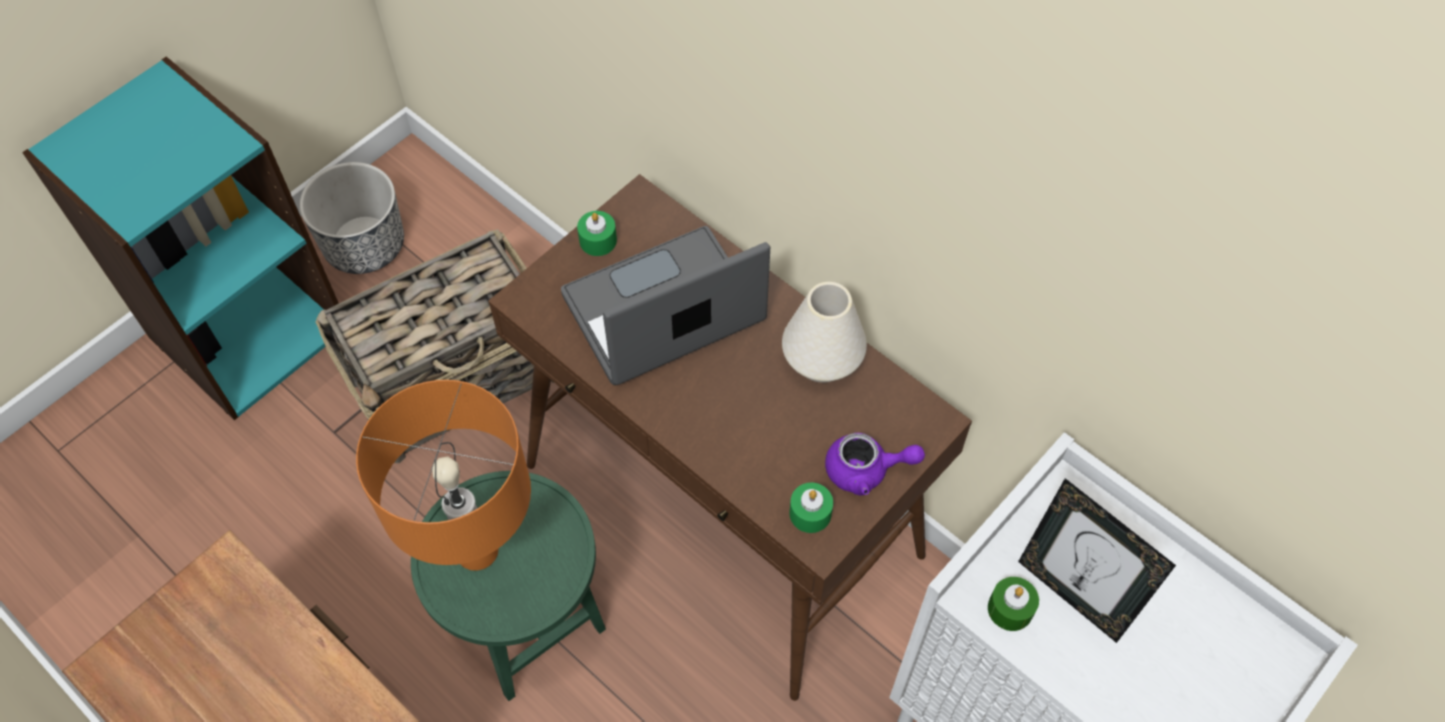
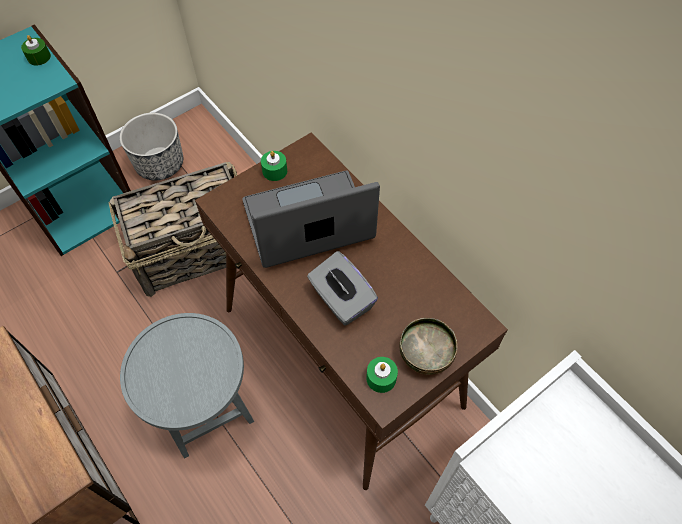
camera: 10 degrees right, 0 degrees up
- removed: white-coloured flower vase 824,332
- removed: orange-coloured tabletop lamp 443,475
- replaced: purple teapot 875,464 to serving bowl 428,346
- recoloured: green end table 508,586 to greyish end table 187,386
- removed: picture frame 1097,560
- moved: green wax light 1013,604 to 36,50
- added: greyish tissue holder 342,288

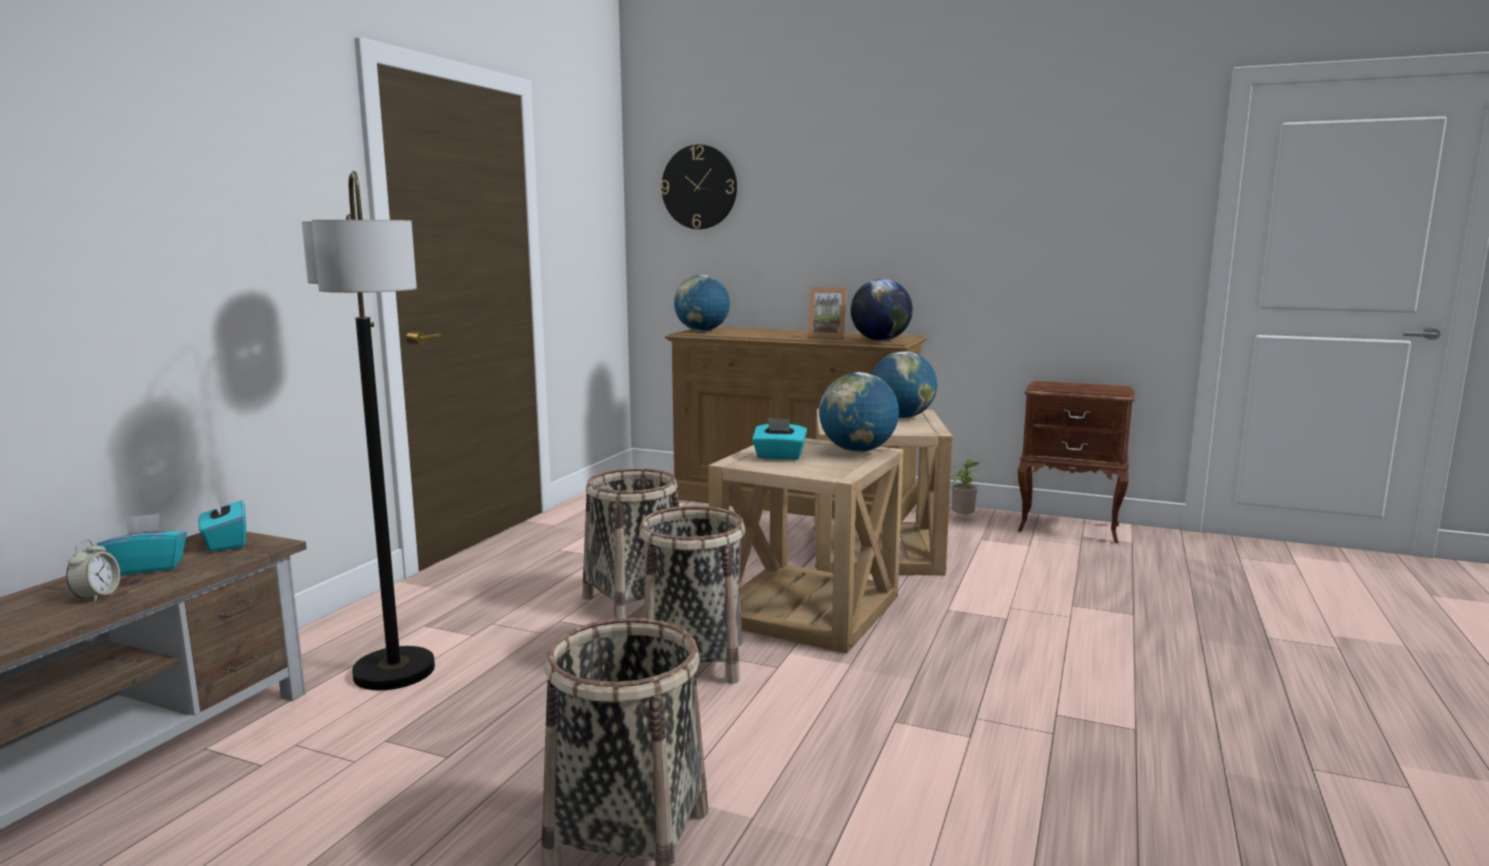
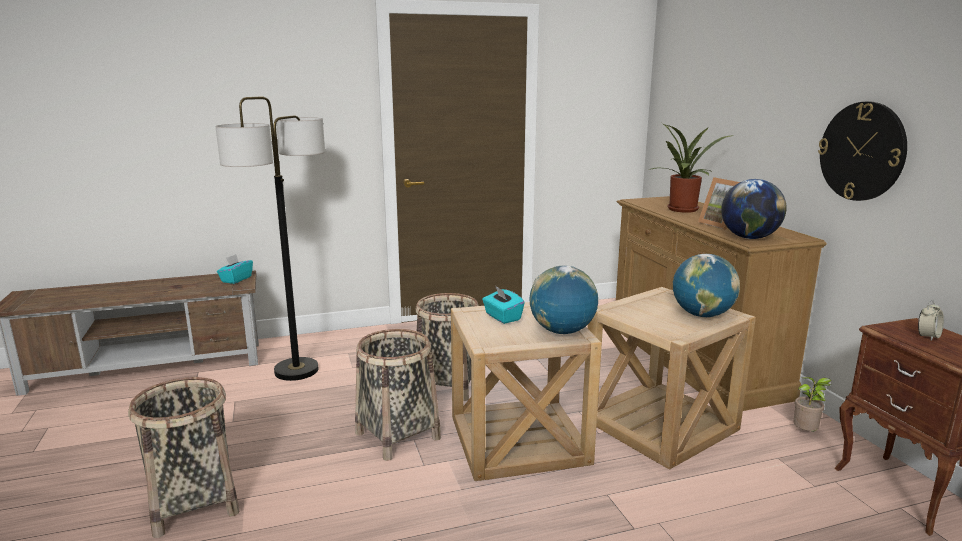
camera: 50 degrees right, 5 degrees up
- moved: wall clock 699,186 to 862,151
- removed: desk globe 702,303
- removed: turquoise tissue holder 142,544
- moved: table clock 93,571 to 931,320
- added: houseplant 691,168

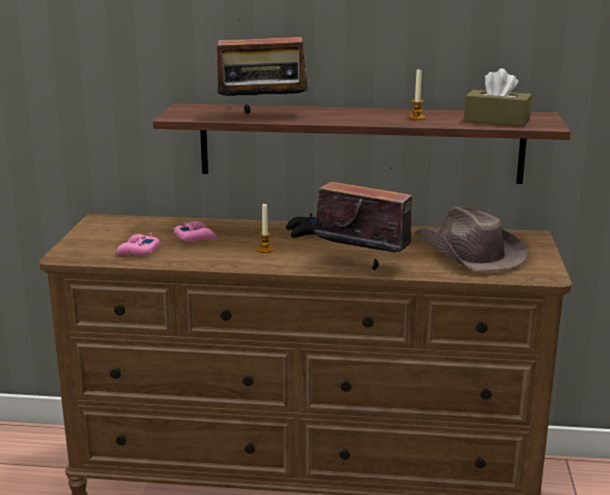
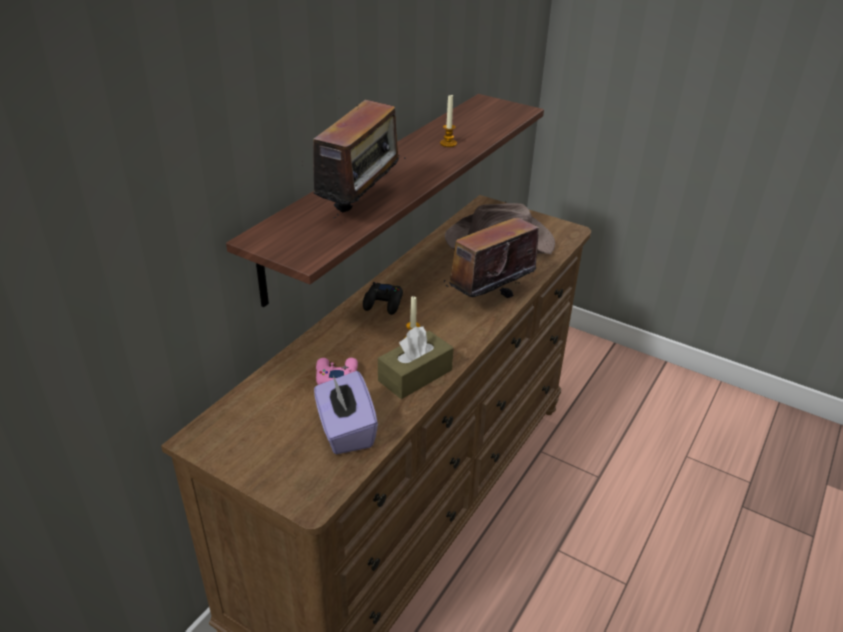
camera: 65 degrees left, 15 degrees up
- moved: brown-coloured tissue holder 498,97 to 416,363
- replaced: pinkish gamepad 138,244 to purple tissue holder 346,412

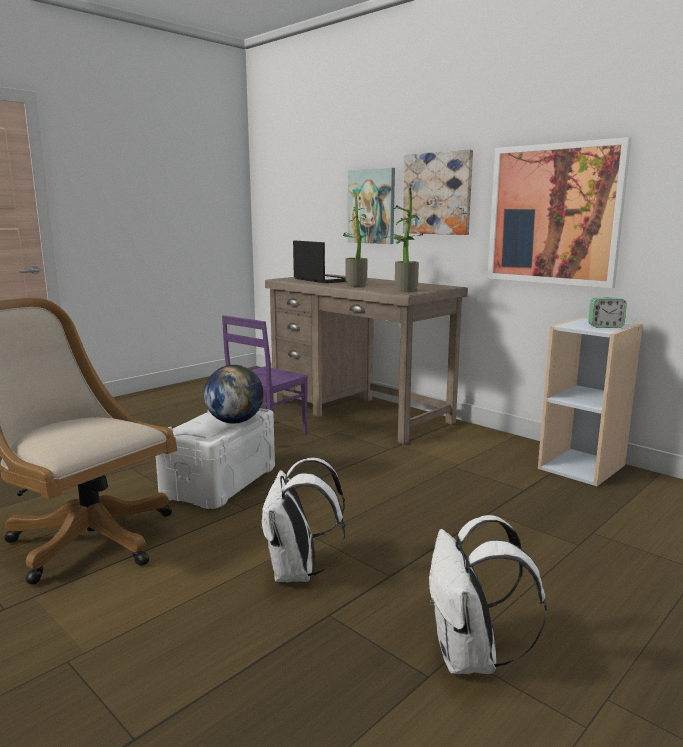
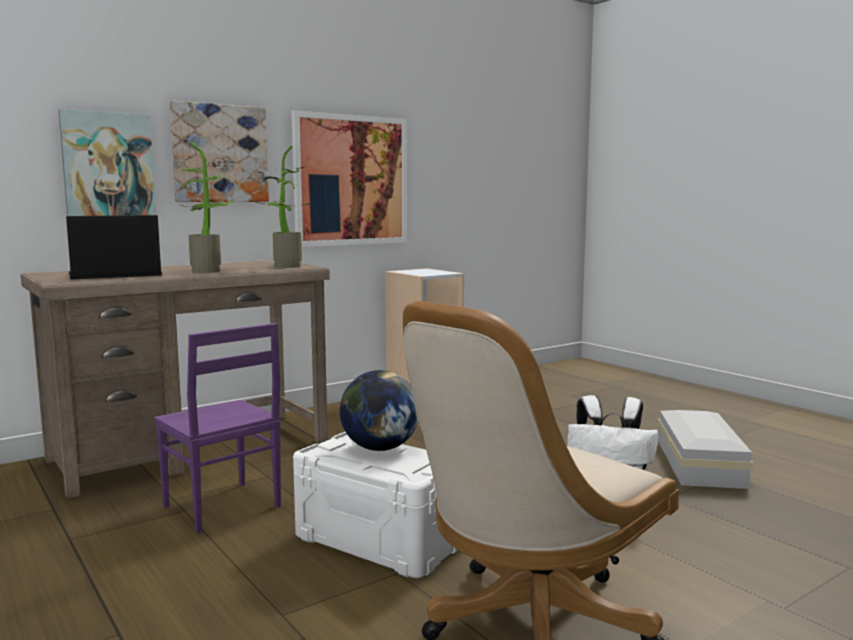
camera: 80 degrees left, 5 degrees down
- removed: table clock 607,312
- replaced: white-coloured knapsack 488,594 to white-coloured storage container 705,449

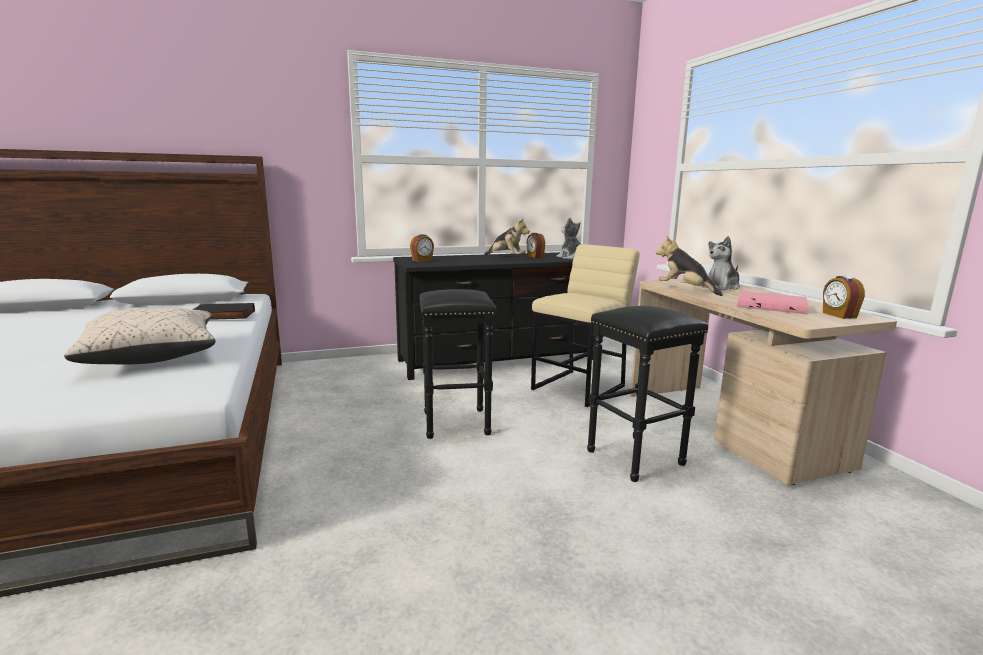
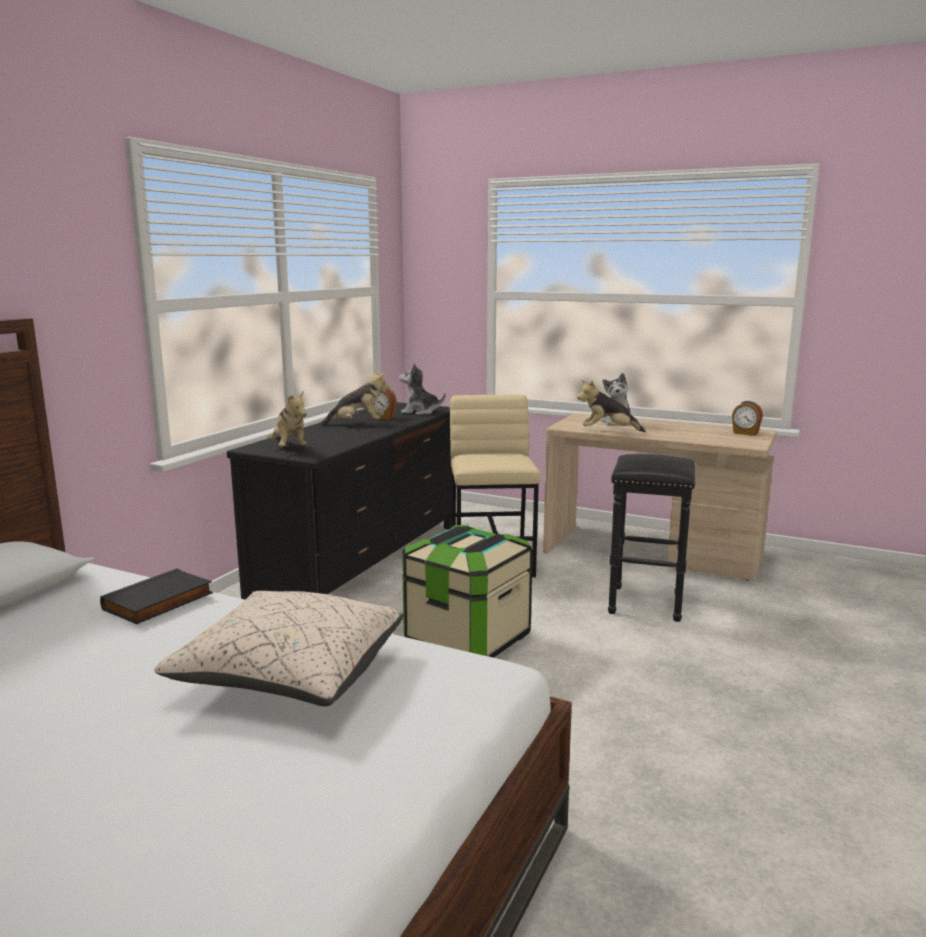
camera: 45 degrees left, 0 degrees up
- replaced: table clock 422,248 to soft toy 287,419
- replaced: black-coloured stool 458,364 to storage container 467,591
- removed: pinkish bound book 773,302

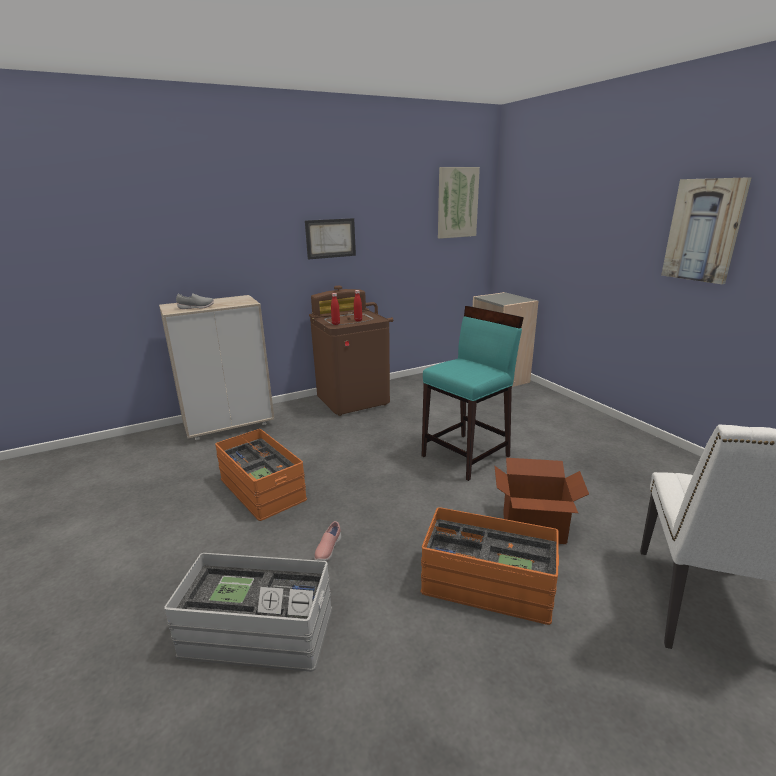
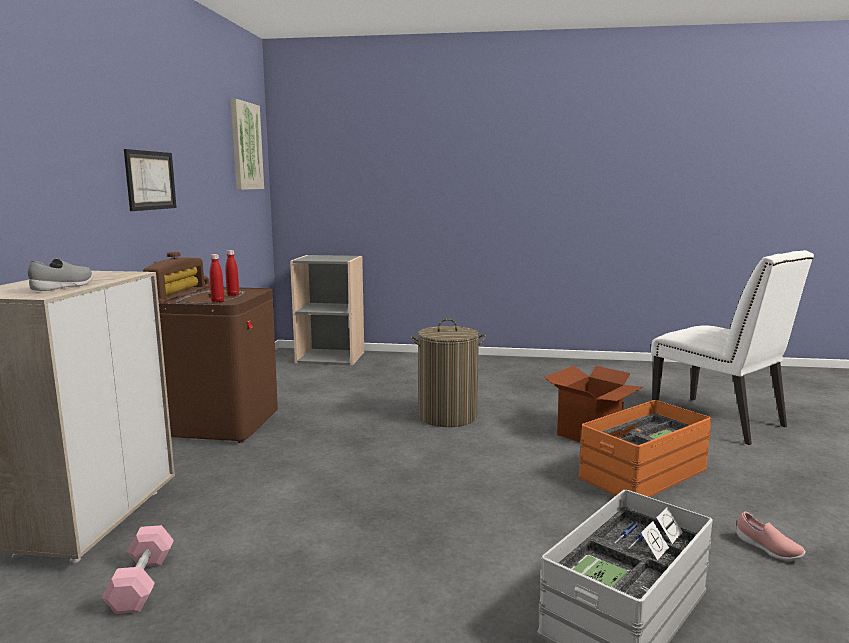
camera: 55 degrees left, 10 degrees down
- removed: wall art 706,230
- replaced: turquoise stool 473,393 to laundry basket 448,373
- removed: orange-coloured storage container 261,475
- moved: pinkish item of footwear 328,541 to 771,536
- added: pinkish free weight 137,569

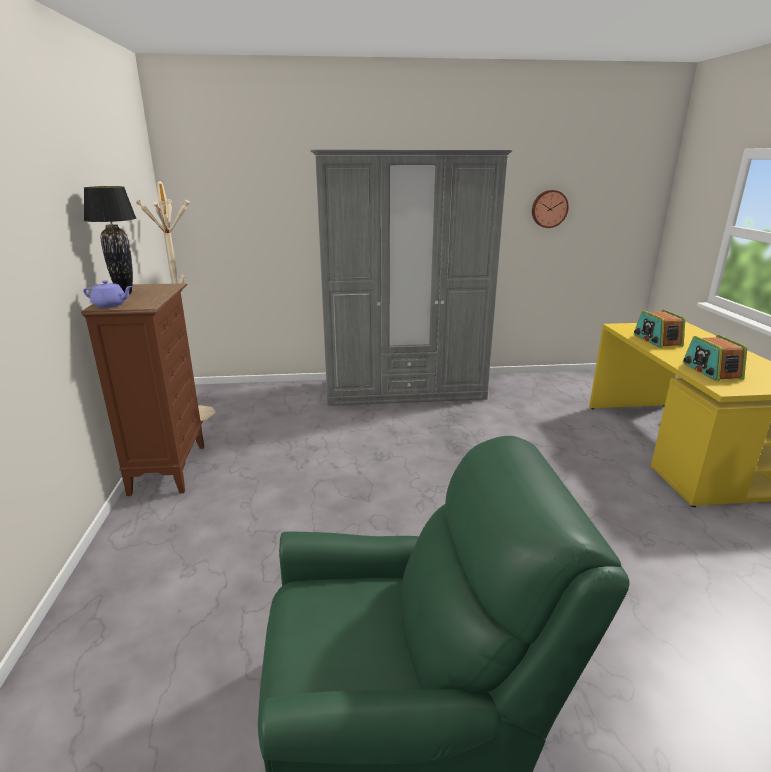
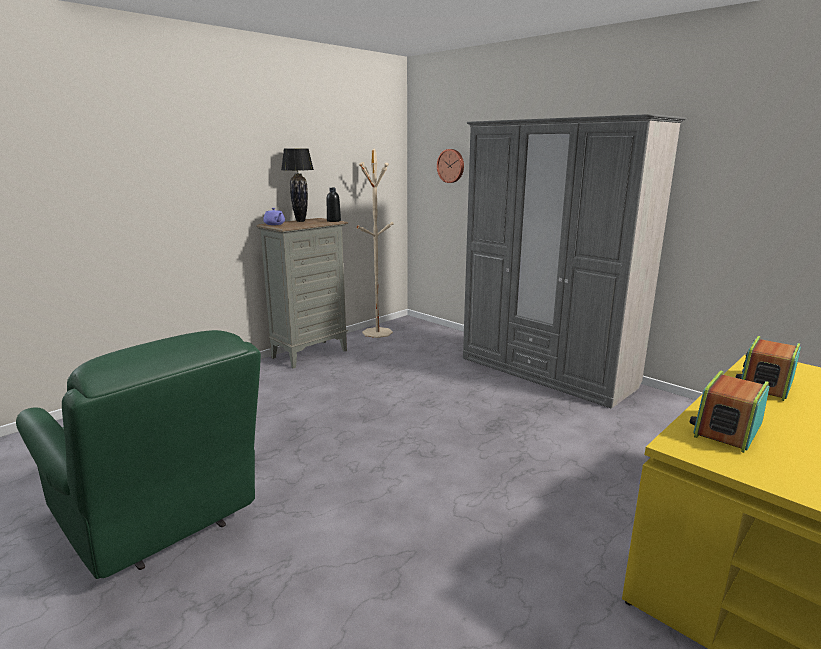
camera: 50 degrees right, 5 degrees down
- moved: wall clock 550,209 to 450,166
- recoloured: brown-coloured chest of drawers 142,389 to greyish chest of drawers 302,293
- added: black-coloured beverage bottle 334,205

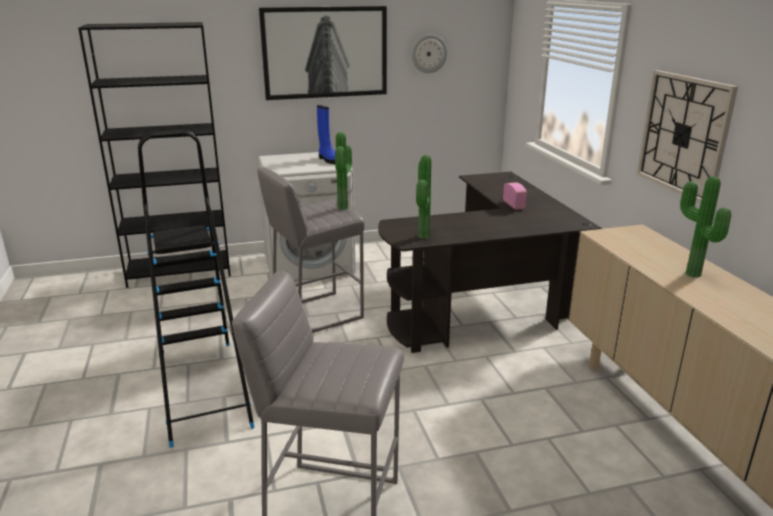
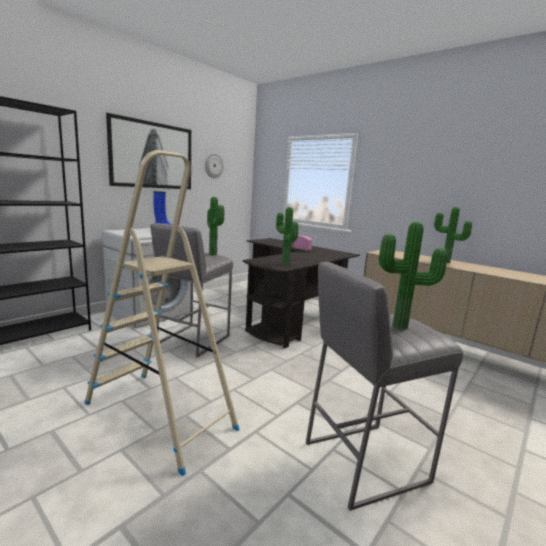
camera: 35 degrees left, 10 degrees down
- removed: wall clock 687,136
- recoloured: black-coloured step stool 196,288 to beige-coloured step stool 162,313
- added: houseplant 413,276

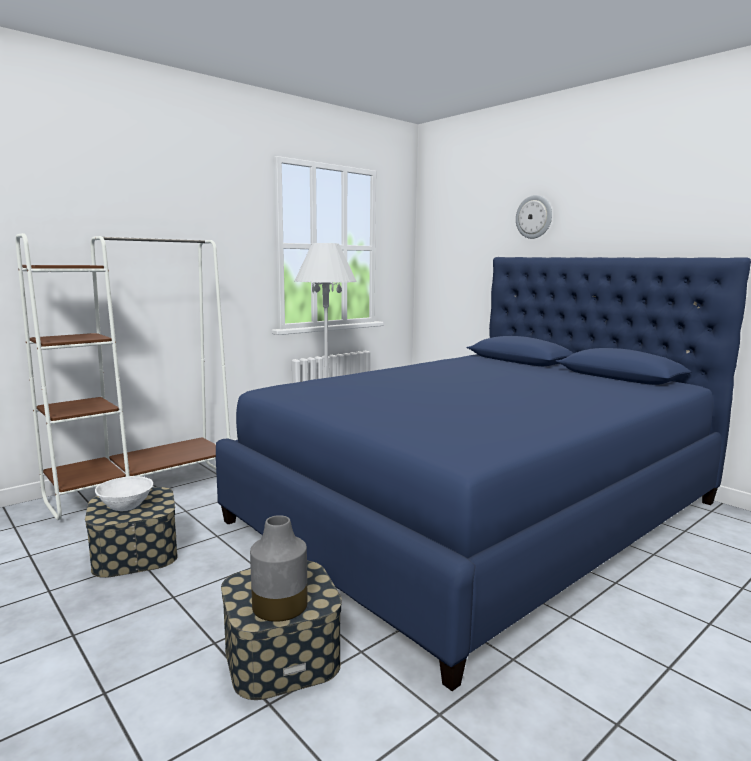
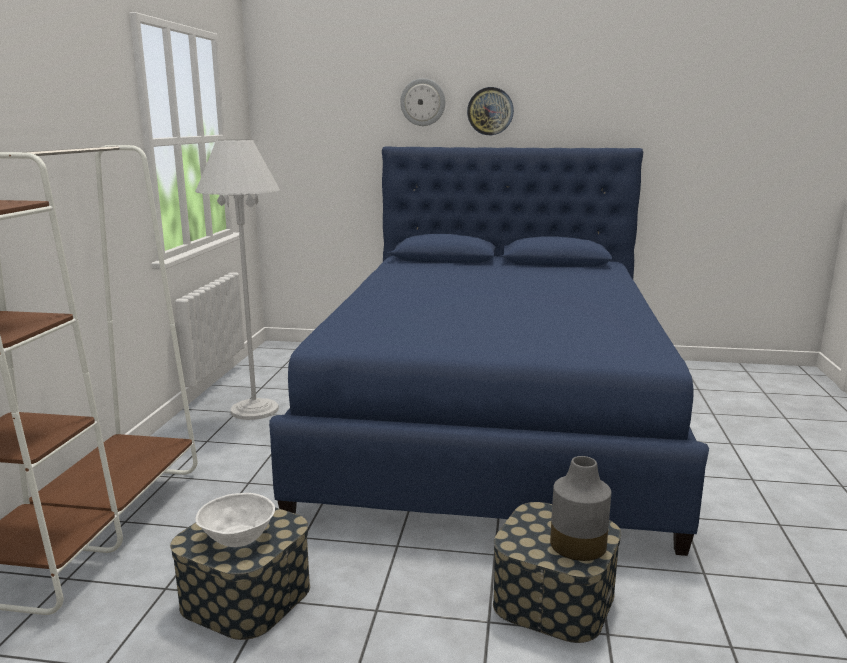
camera: 40 degrees left, 5 degrees up
- added: wall clock 490,111

